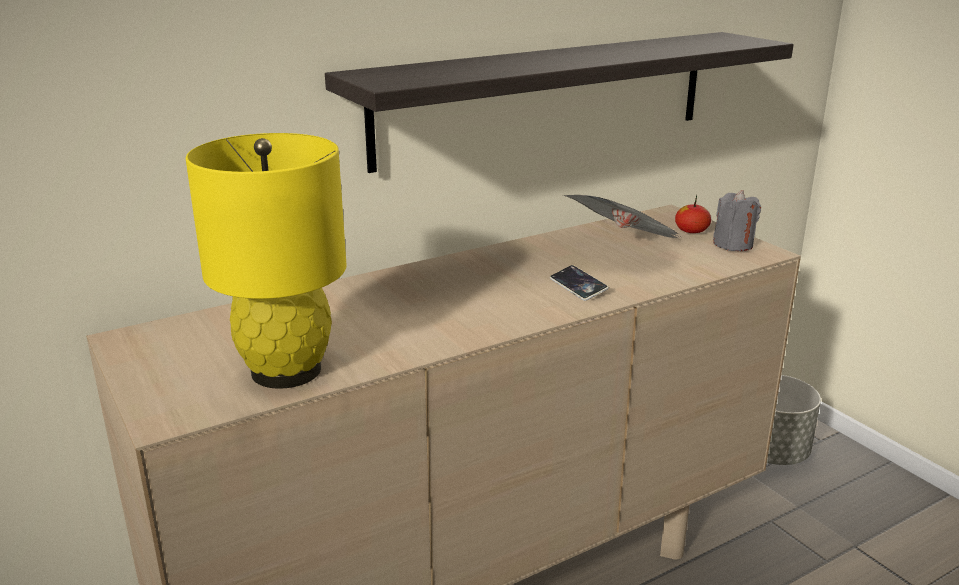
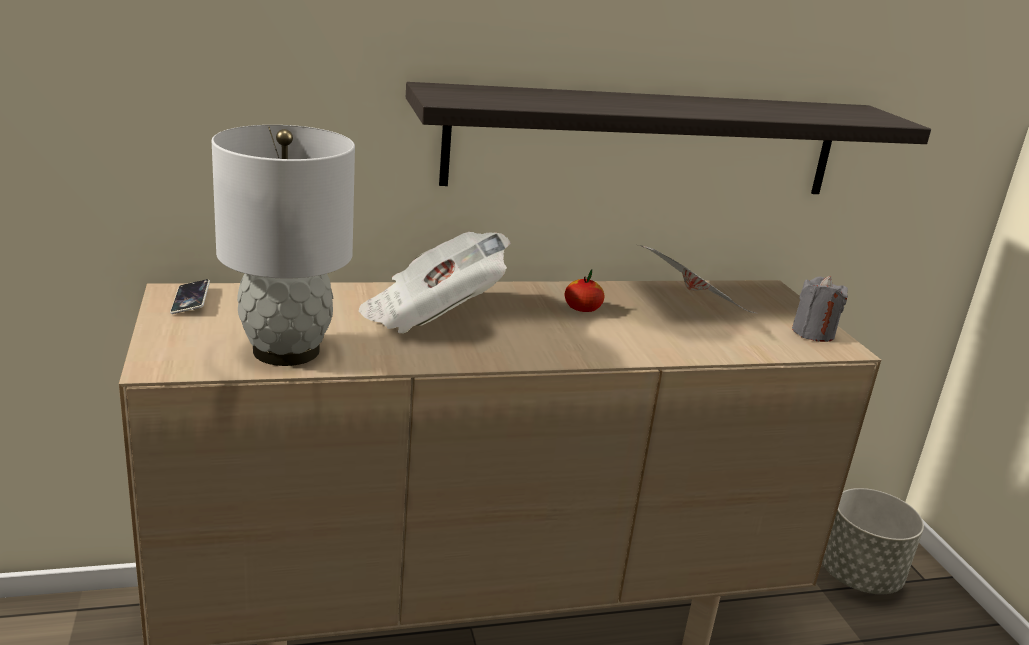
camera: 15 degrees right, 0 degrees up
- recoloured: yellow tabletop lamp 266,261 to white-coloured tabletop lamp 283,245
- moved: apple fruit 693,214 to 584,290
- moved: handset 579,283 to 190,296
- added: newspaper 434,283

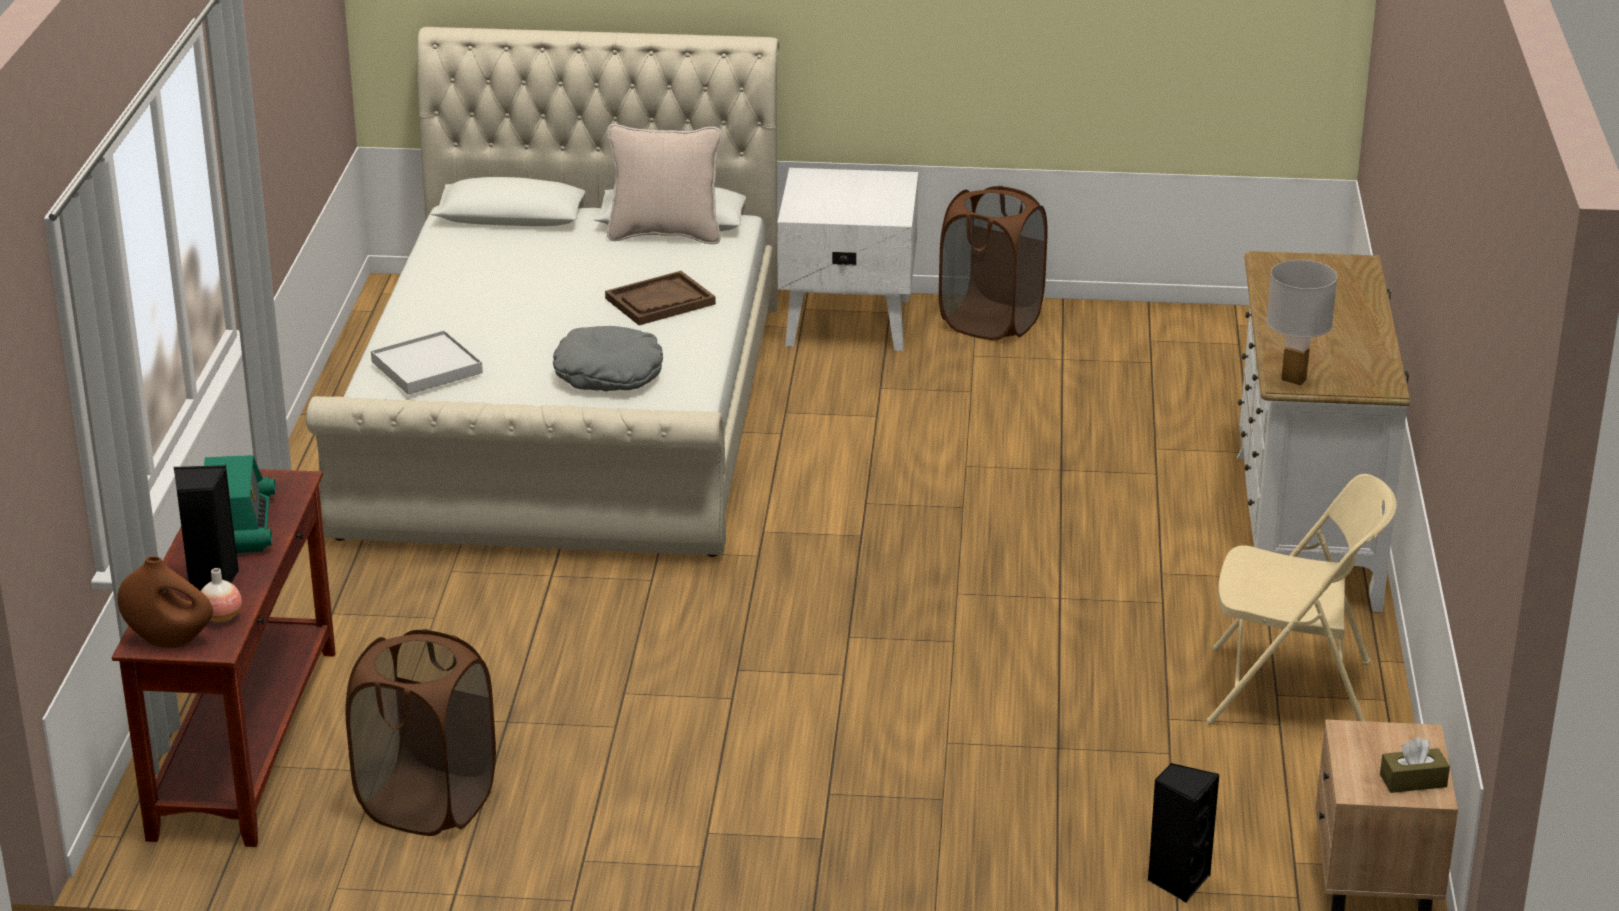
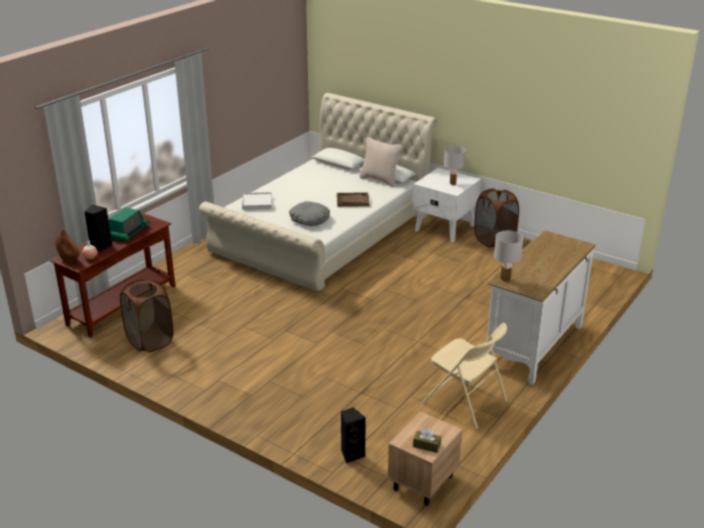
camera: 30 degrees right, 0 degrees up
- added: white-coloured tabletop lamp 454,165

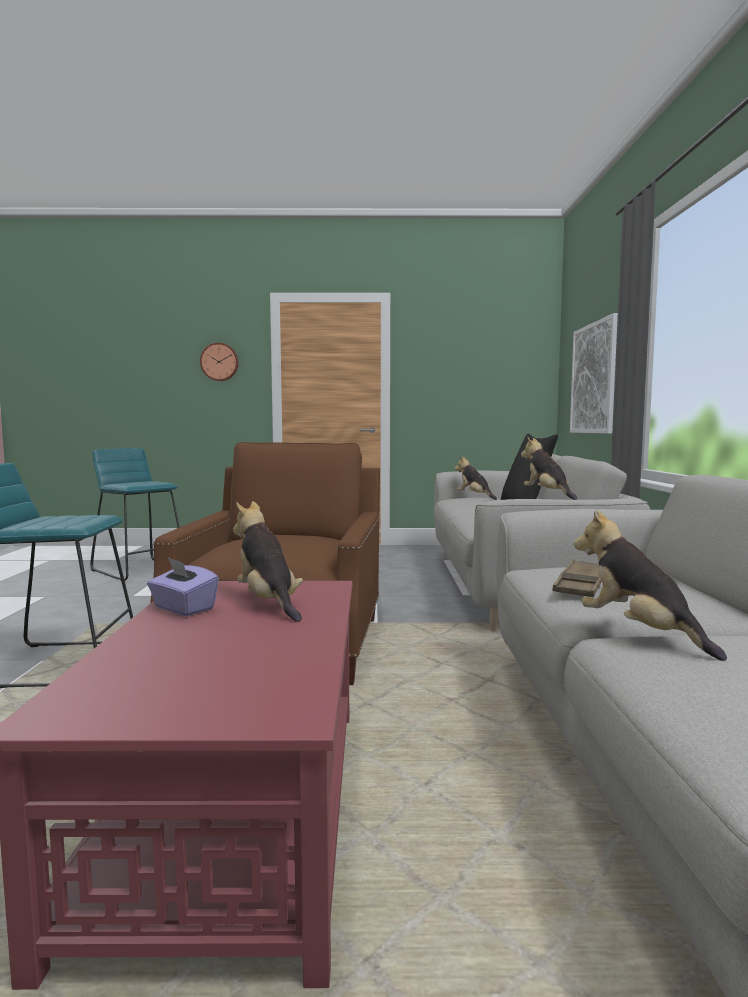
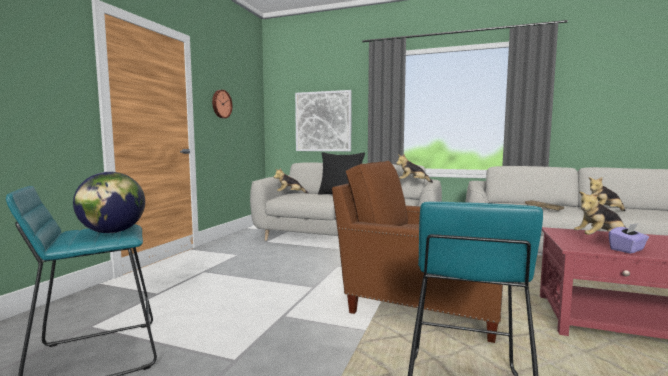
camera: 70 degrees left, 0 degrees up
- moved: wall clock 219,362 to 222,104
- added: desk globe 109,202

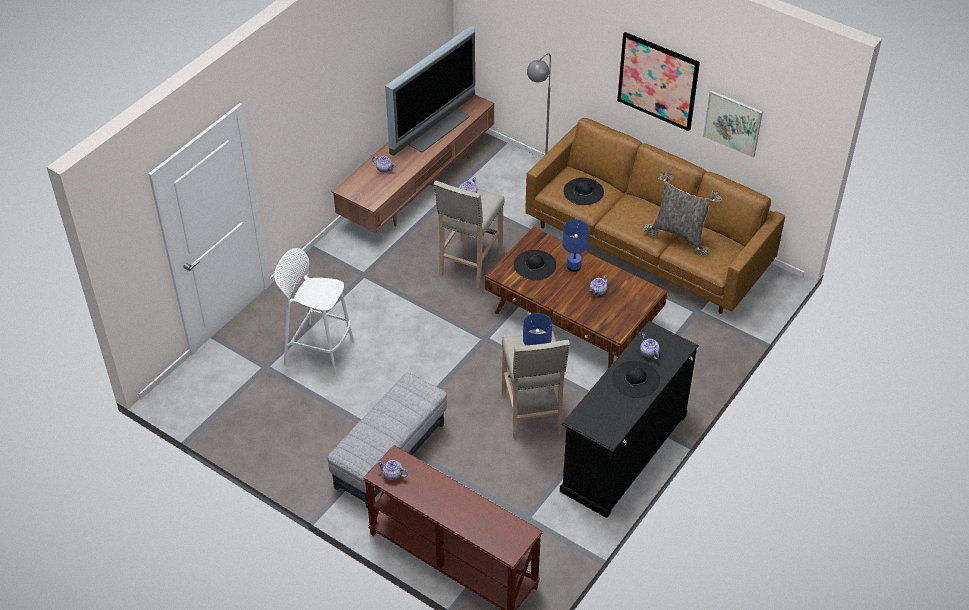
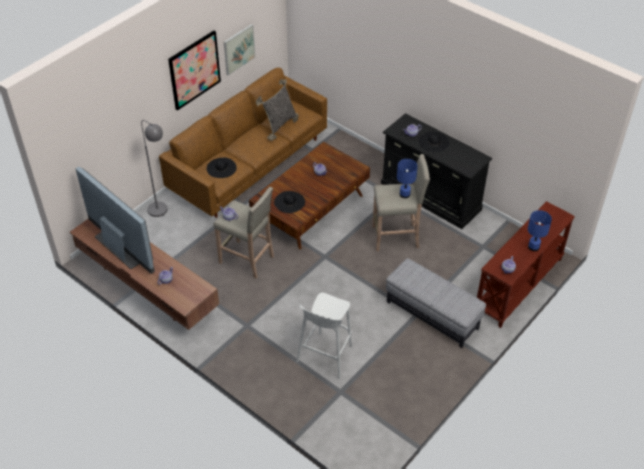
camera: 85 degrees left, 0 degrees up
- moved: bluish tabletop lamp 576,246 to 540,230

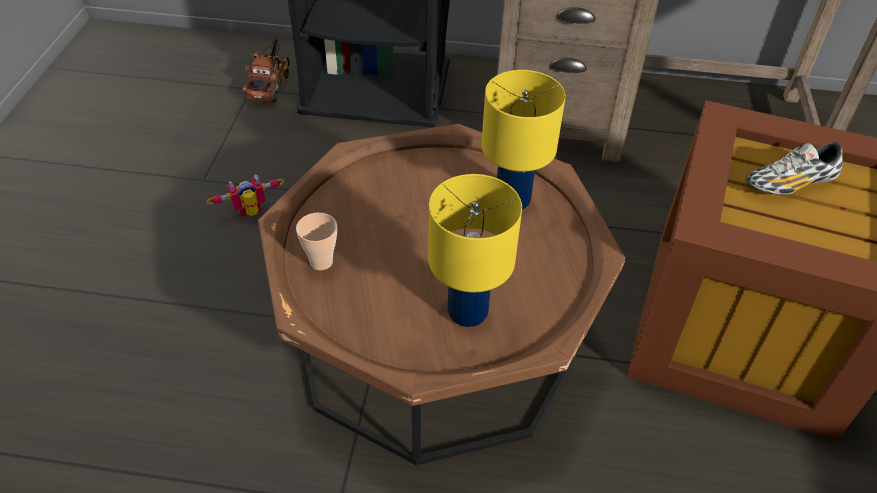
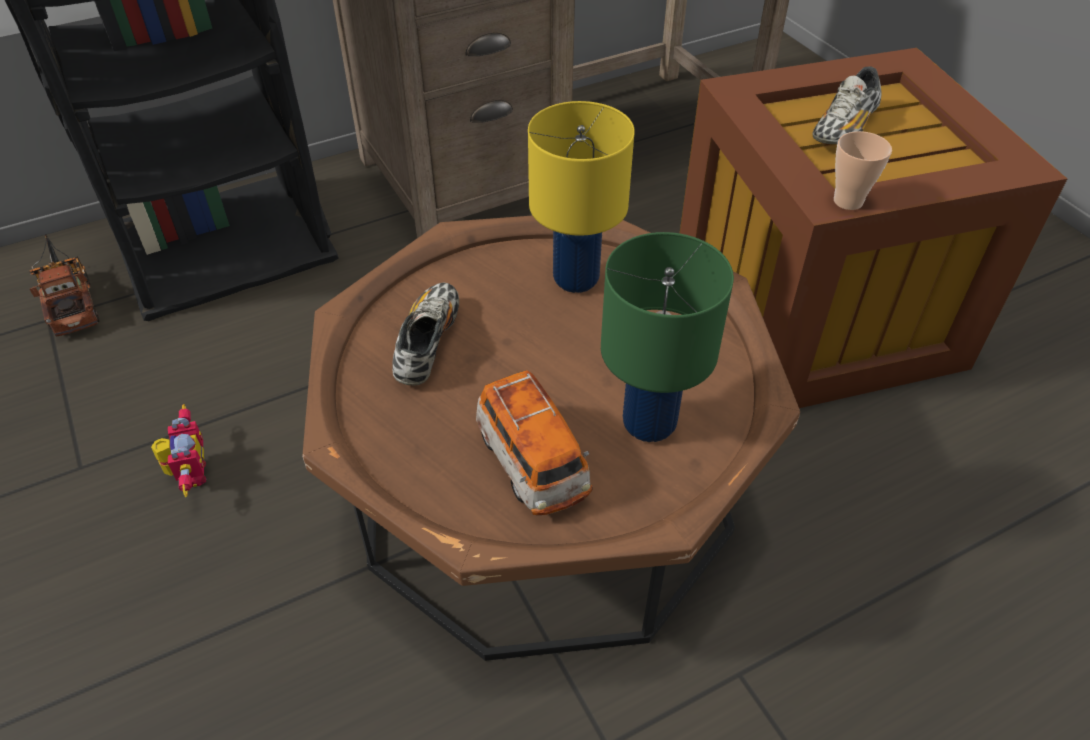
camera: 35 degrees left, 0 degrees up
- turned: robot figure 245,195 = 178,450 135 degrees clockwise
- recoloured: yellow tabletop lamp 475,250 to green tabletop lamp 667,337
- moved: drinking cup 316,241 to 863,170
- added: item of footwear 426,334
- added: miniature car 534,442

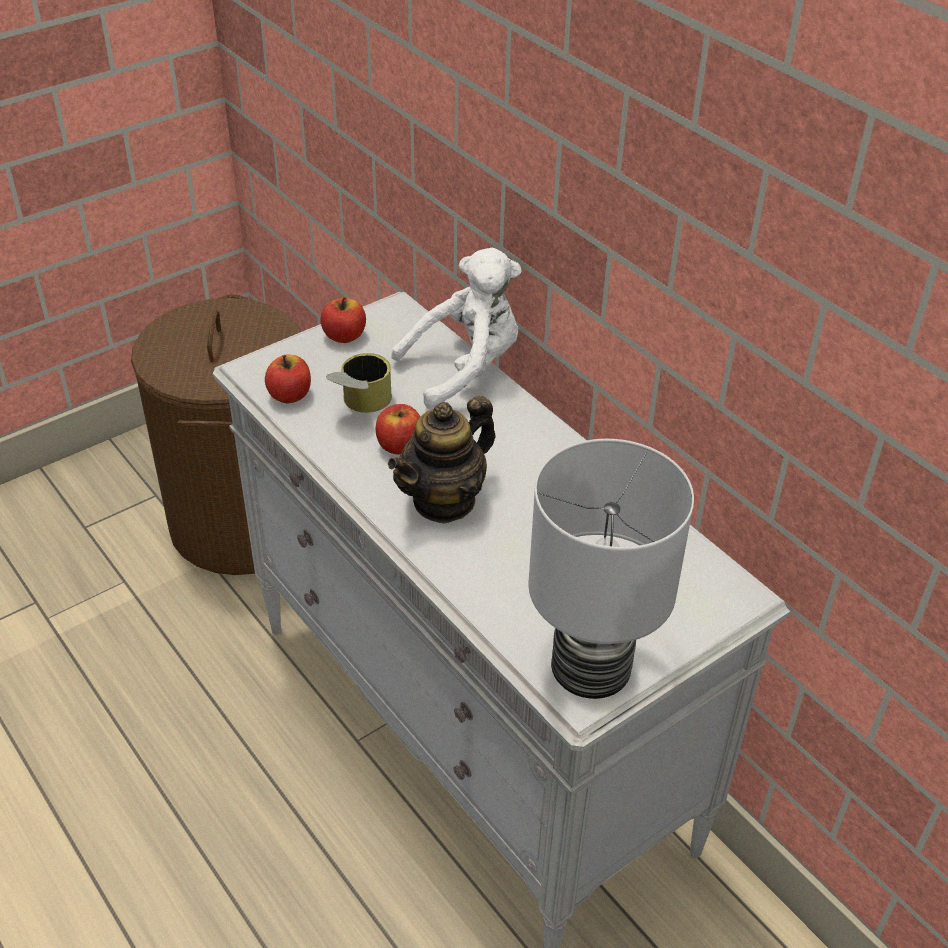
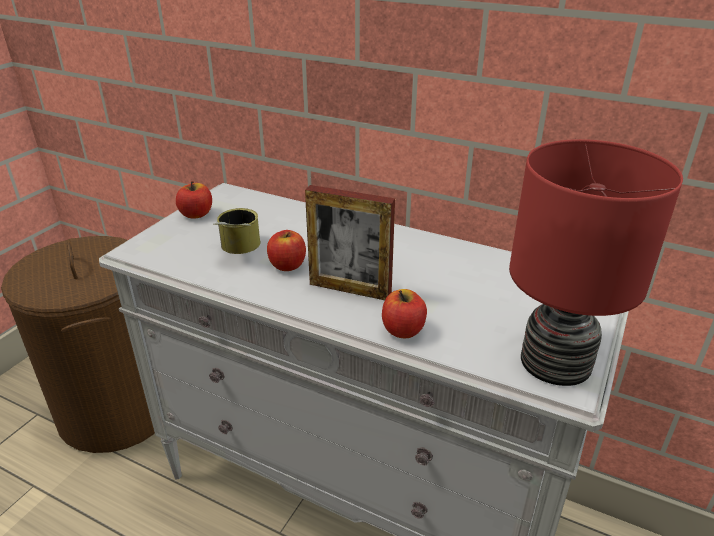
camera: 25 degrees left, 10 degrees down
- removed: white-coloured soft toy 456,329
- moved: apple fruit 288,379 to 404,313
- replaced: teapot 442,460 to picture frame 350,242
- recoloured: greyish tabletop lamp 611,569 to reddish tabletop lamp 596,262

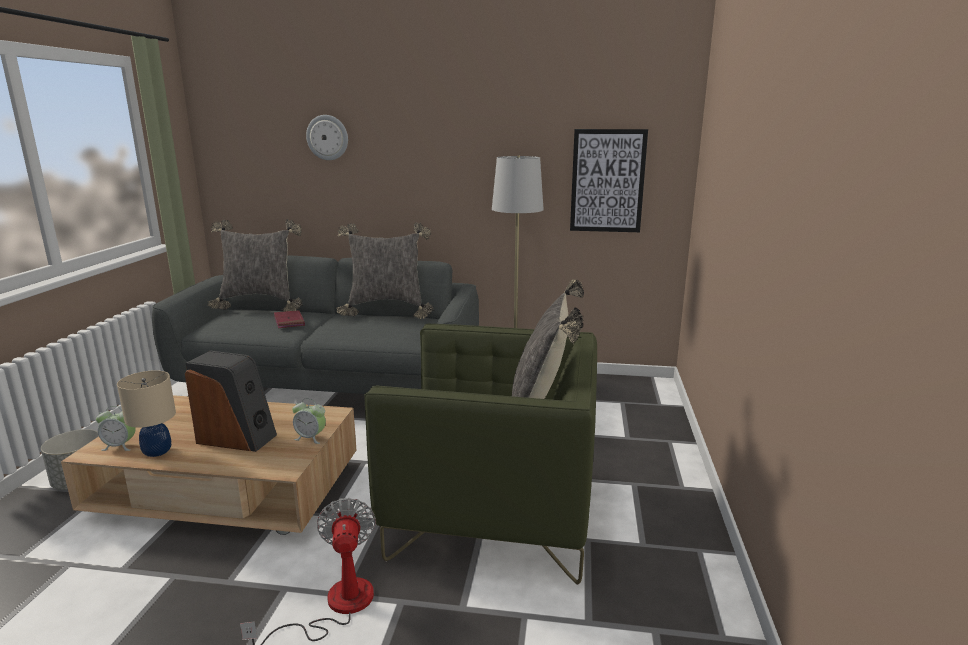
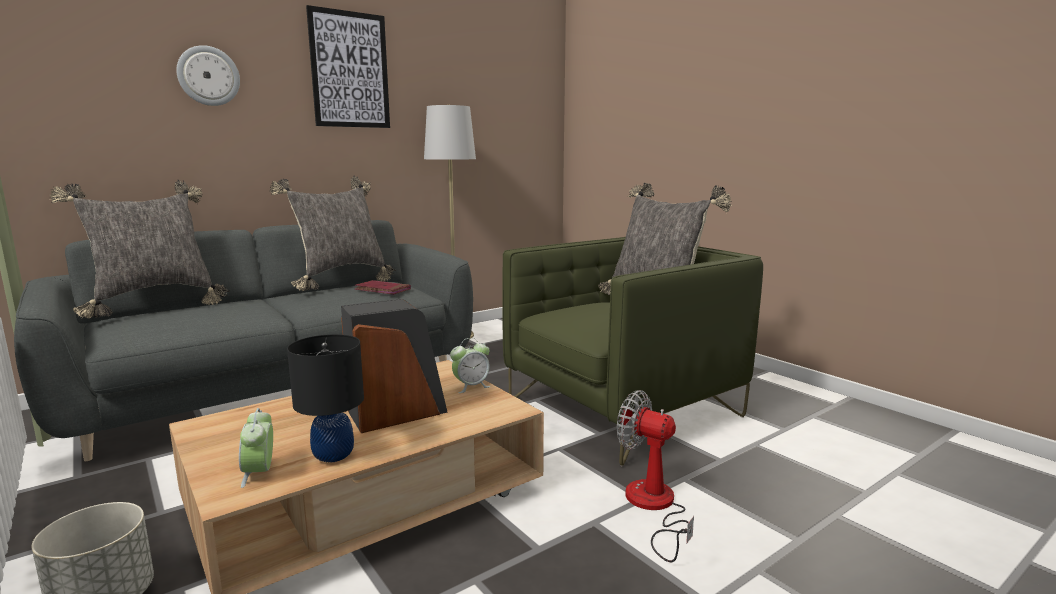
camera: 45 degrees left, 5 degrees down
- moved: wall art 609,180 to 348,66
- moved: reddish bound book 289,319 to 383,287
- recoloured: beige-coloured tabletop lamp 146,413 to black-coloured tabletop lamp 325,398
- turned: table clock 116,428 = 256,448 120 degrees clockwise

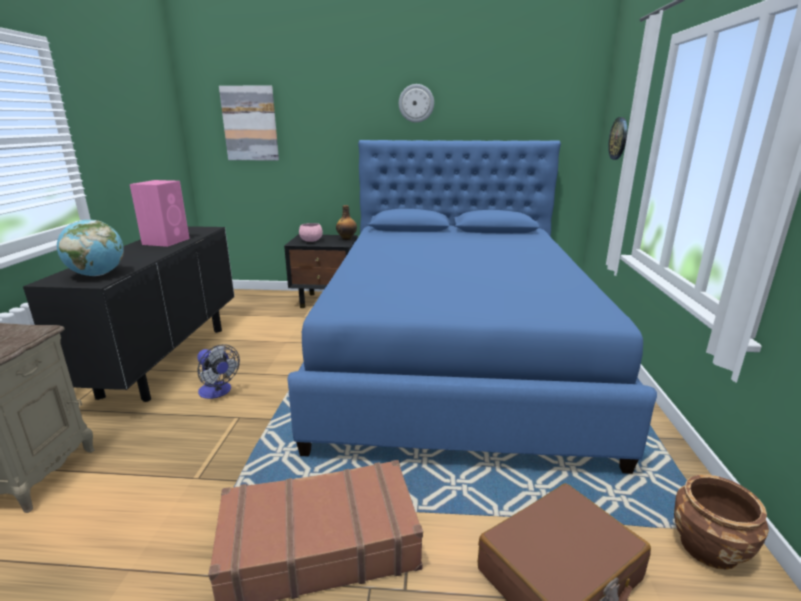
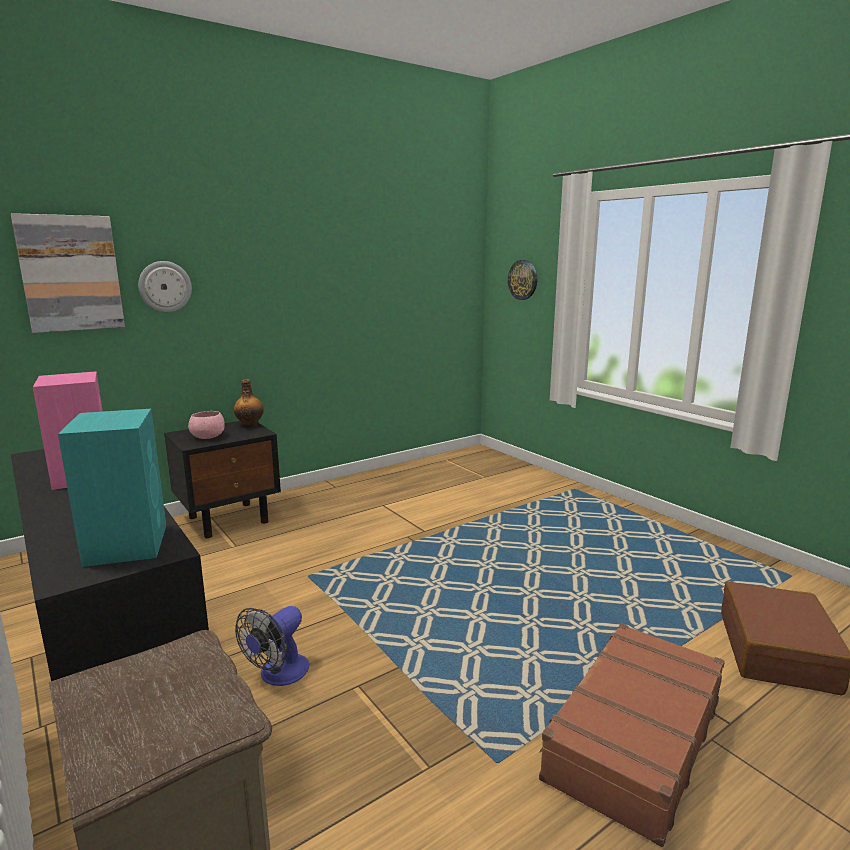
camera: 40 degrees left, 5 degrees down
- moved: wall clock 416,103 to 165,286
- removed: bluish bedroom bed 472,307
- replaced: desk globe 90,248 to turquoise loudspeaker 112,488
- turned: fan 218,371 = 272,646 120 degrees clockwise
- removed: brown-coloured planter 721,522

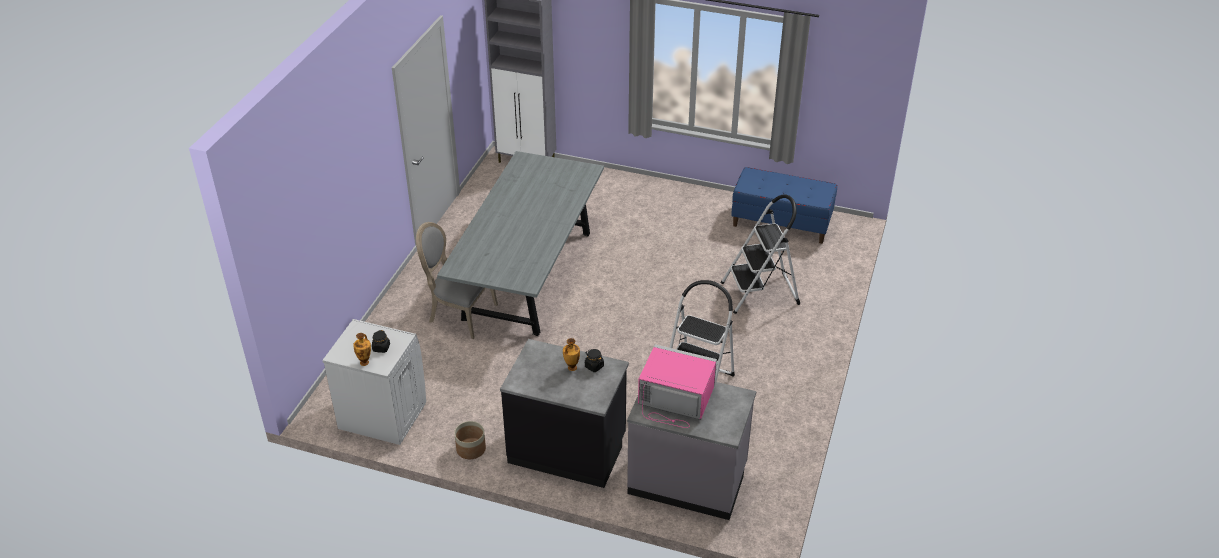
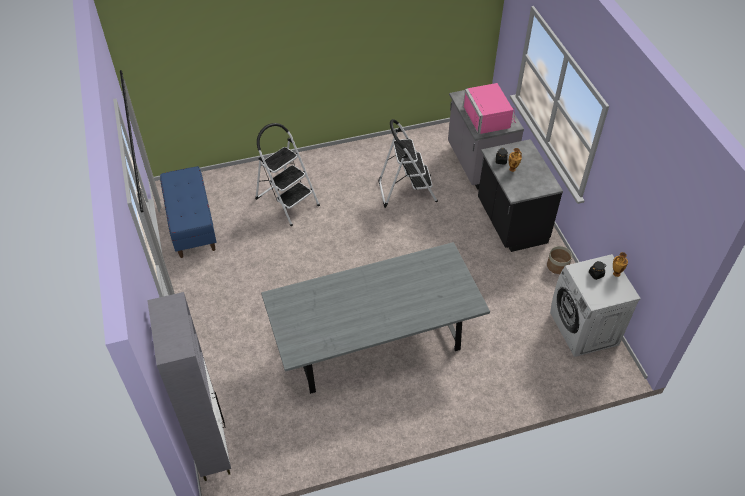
camera: 125 degrees left, 10 degrees up
- removed: greyish upright chair 457,280

